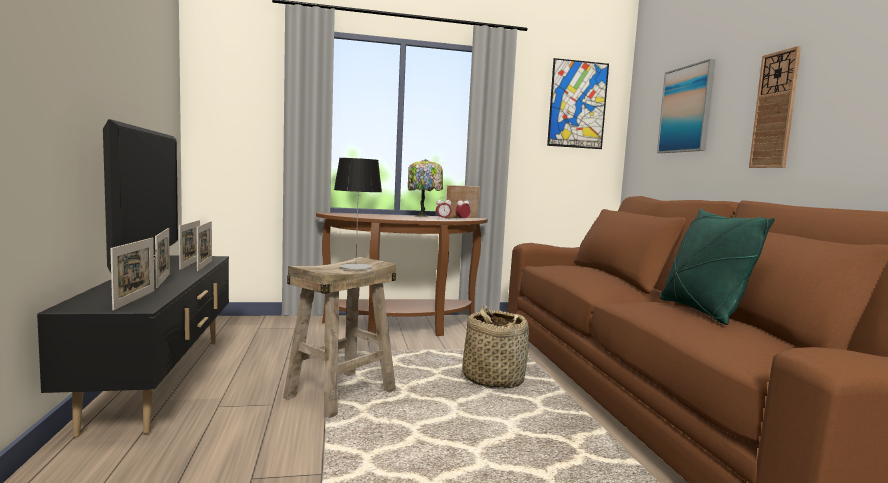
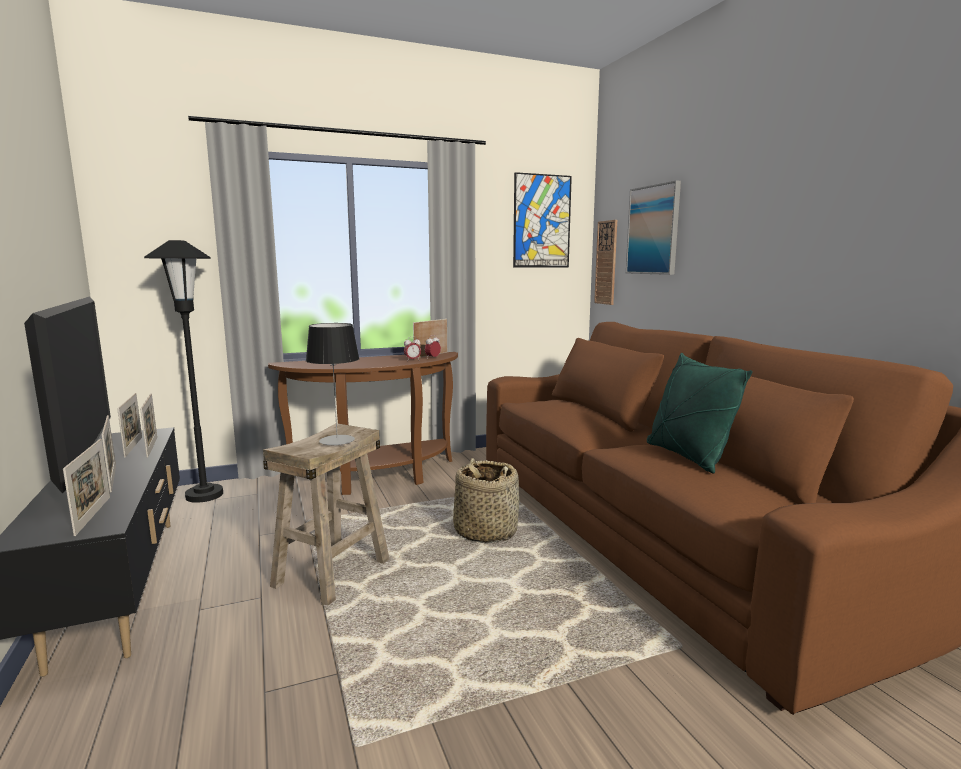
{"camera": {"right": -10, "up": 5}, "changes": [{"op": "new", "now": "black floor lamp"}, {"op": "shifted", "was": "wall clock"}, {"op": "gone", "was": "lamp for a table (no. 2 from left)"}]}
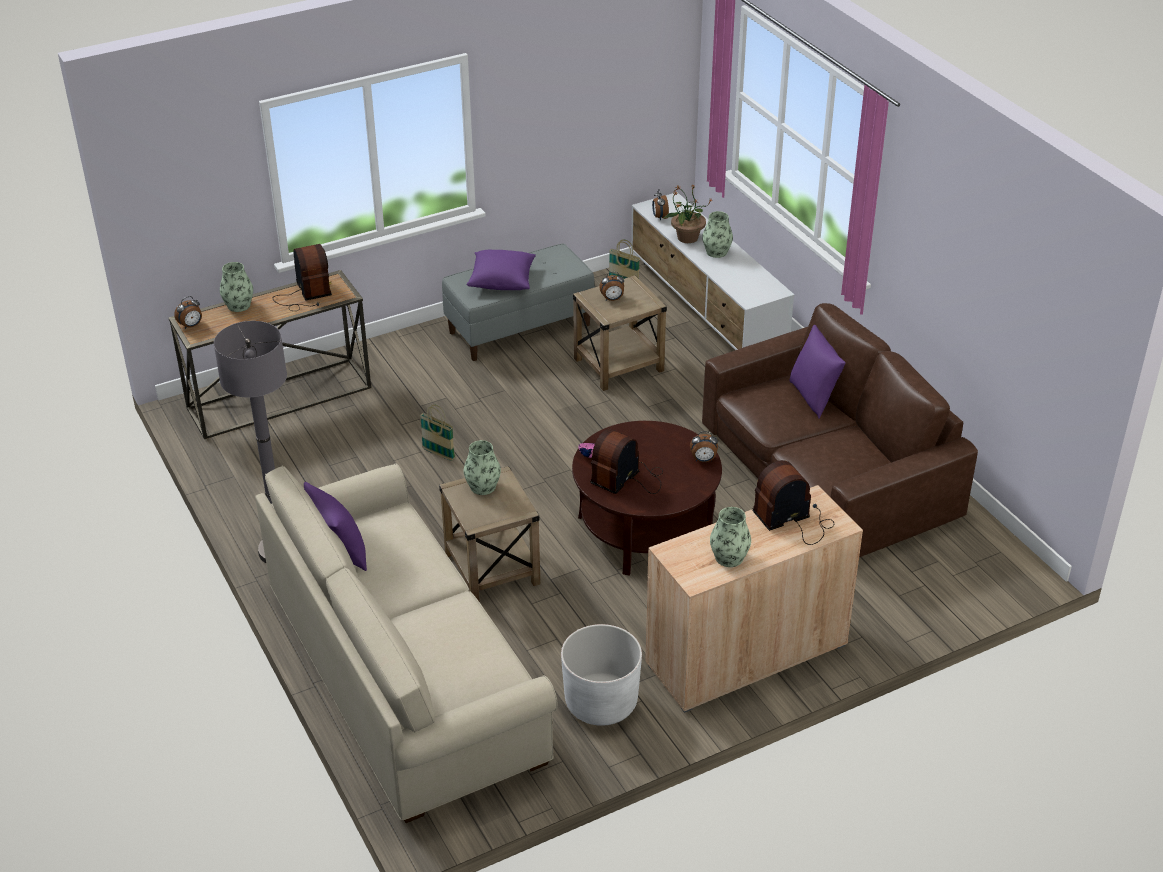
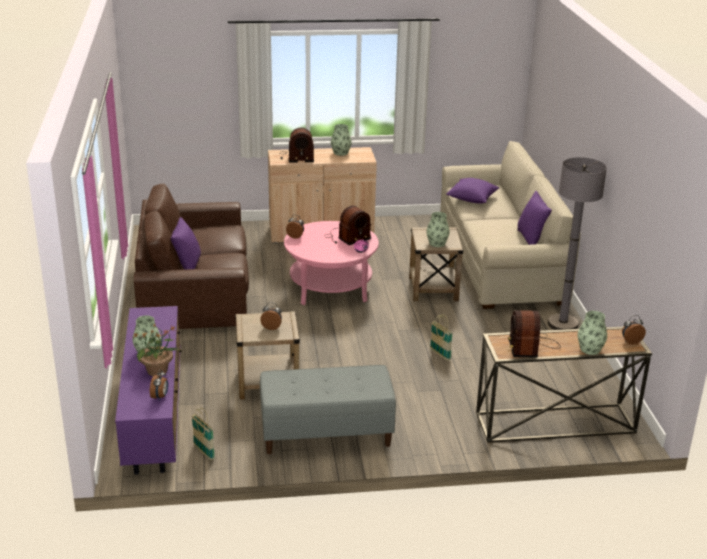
{"camera": {"right": -160, "up": -10}, "changes": [{"op": "repainted", "was": "whitish tv unit", "now": "purplish tv unit"}, {"op": "repainted", "was": "brown-coloured low table", "now": "pink-coloured low table"}, {"op": "shifted", "was": "purplish throw pillow (no. 2 from left)"}, {"op": "gone", "was": "whitish flower pot"}]}
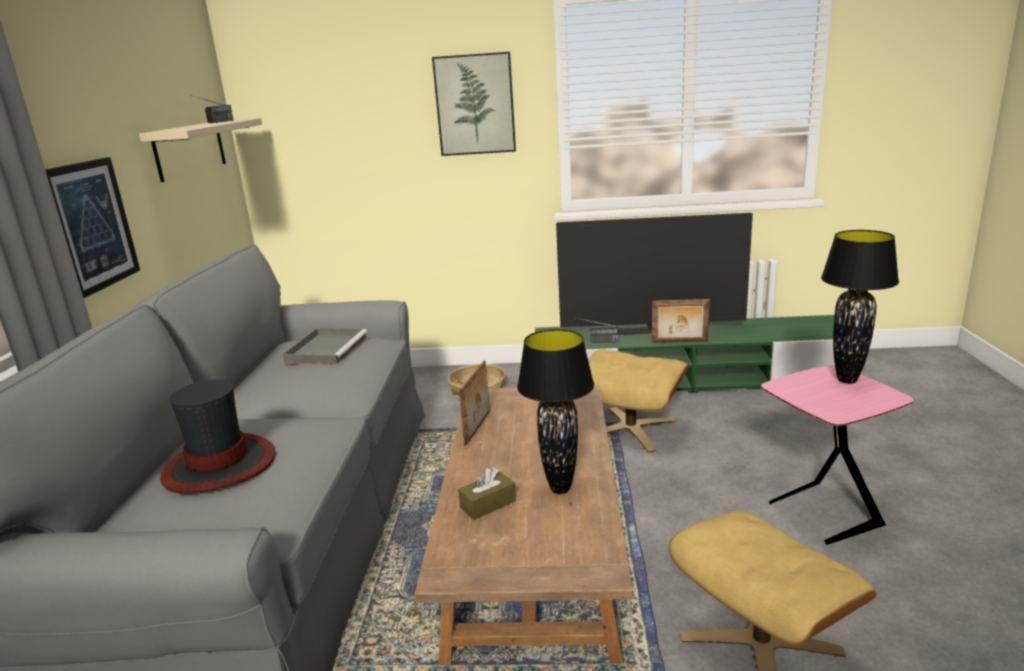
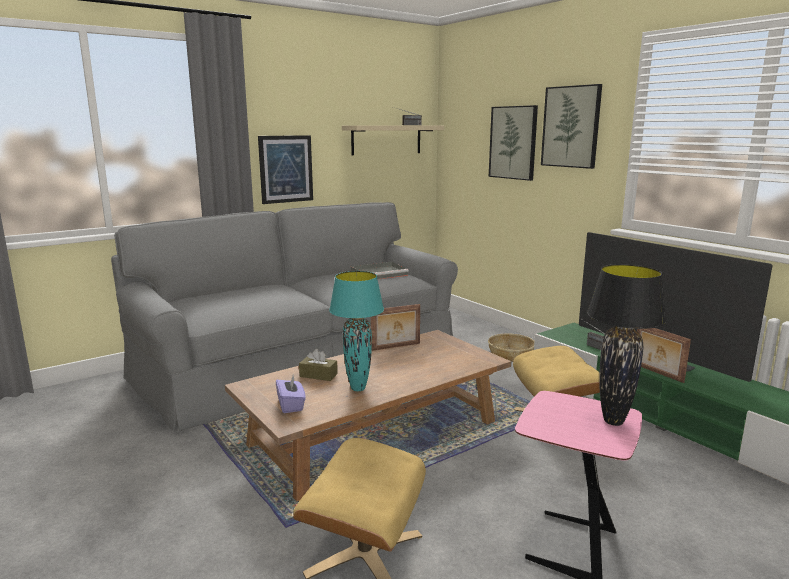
{"camera": {"right": 50, "up": -5}, "changes": [{"op": "new", "now": "purplish tissue box"}, {"op": "repainted", "was": "black lamp for a table (no. 1 from left)", "now": "blue-green lamp for a table"}, {"op": "new", "now": "wall art (no. 2 from left)"}, {"op": "gone", "was": "clothing hat"}]}
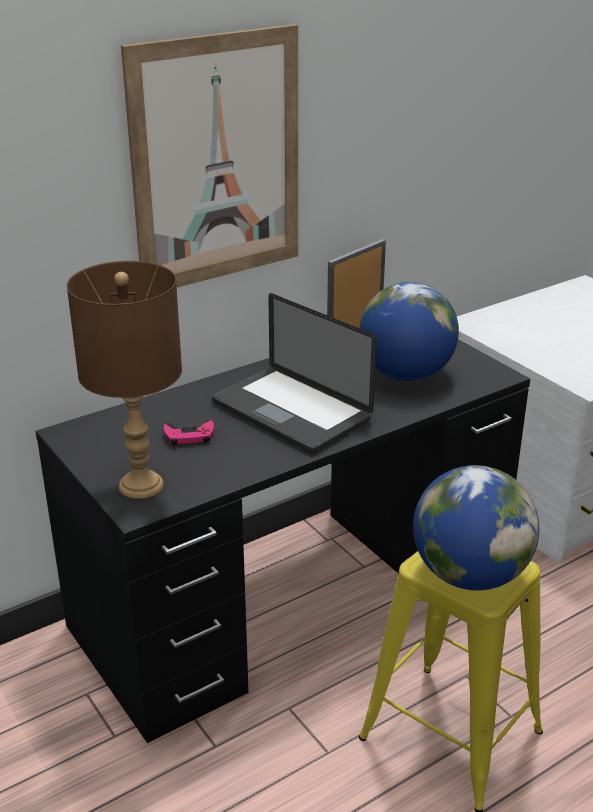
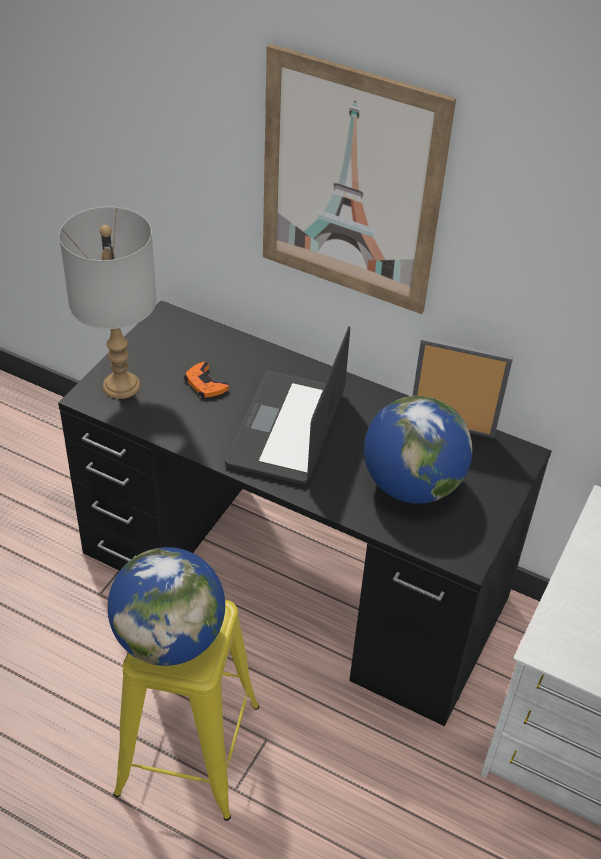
{"camera": {"right": 60, "up": 15}, "changes": [{"op": "repainted", "was": "brown-coloured lamp for a table", "now": "greyish lamp for a table"}, {"op": "repainted", "was": "pink-coloured gamepad", "now": "orange gamepad"}]}
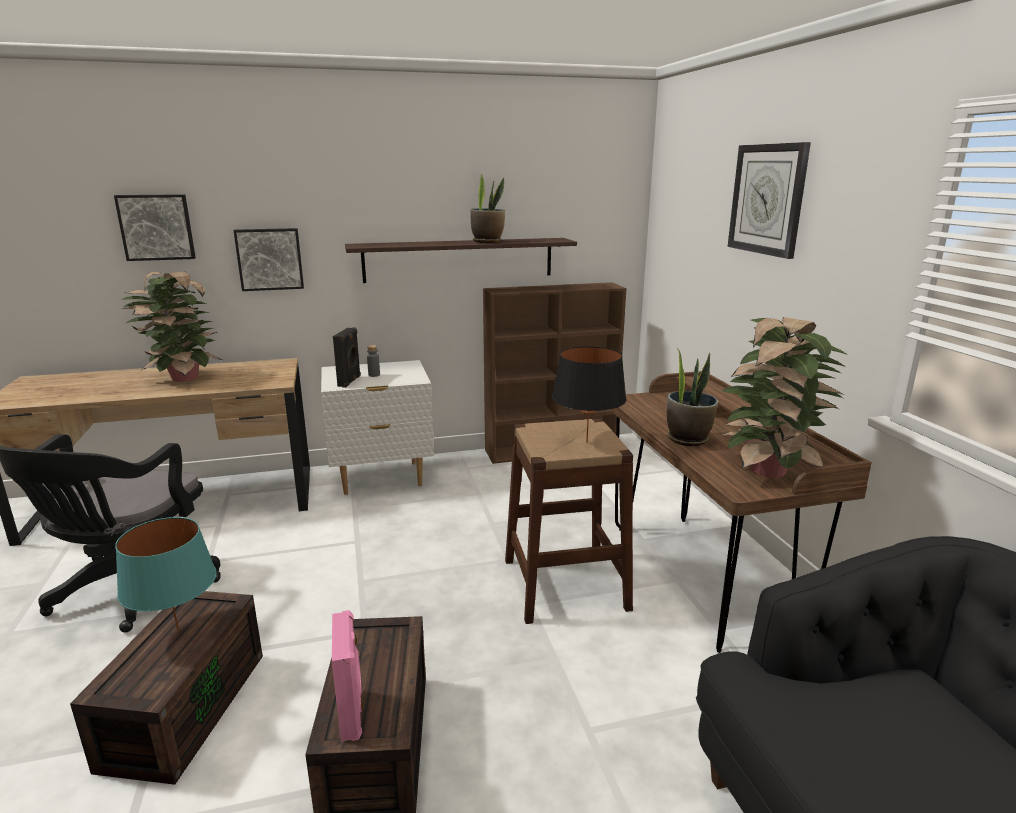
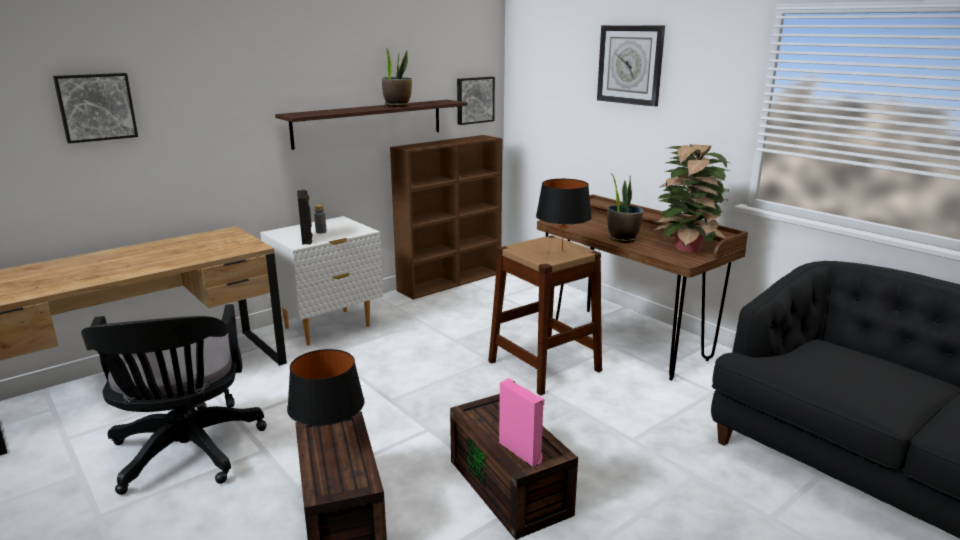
{"camera": {"right": -25, "up": 0}, "changes": [{"op": "repainted", "was": "blue-green lamp for a table", "now": "black lamp for a table (no. 1 from left)"}, {"op": "shifted", "was": "wall art (no. 2 from left)"}, {"op": "gone", "was": "plant in a pot (no. 1 from left)"}]}
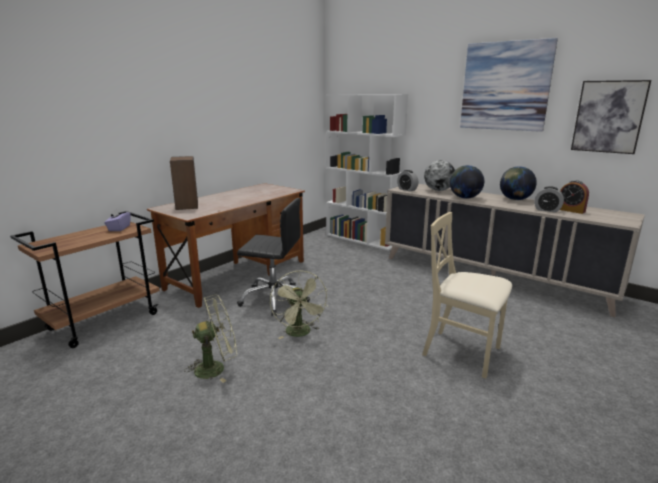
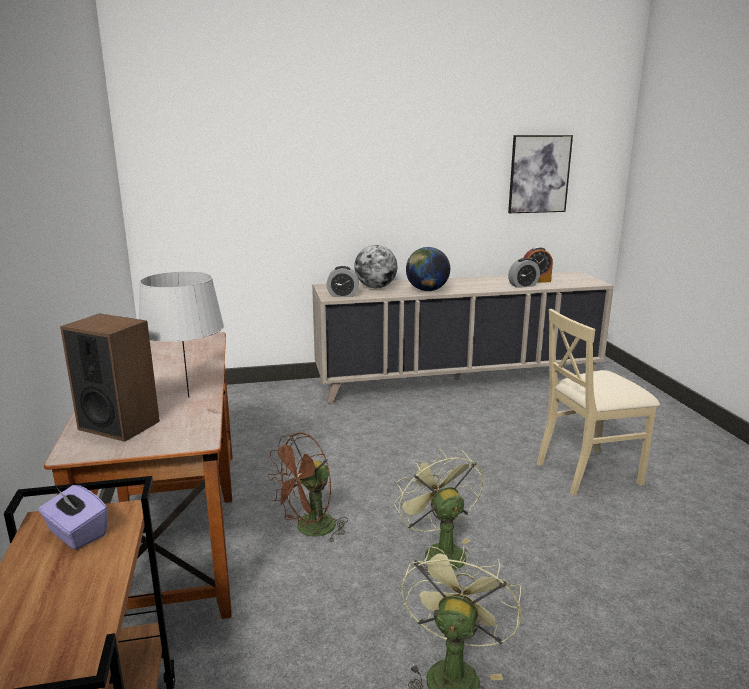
{"camera": {"right": -50, "up": 0}, "changes": [{"op": "new", "now": "greyish lamp for a table"}, {"op": "swapped", "was": "black computer chair", "now": "brown-coloured electric fan"}, {"op": "rotated", "was": "green electric fan (no. 2 from left in the first image)", "clockwise": -135}, {"op": "gone", "was": "whitish bookshelf"}, {"op": "gone", "was": "wall art (no. 1 from left)"}, {"op": "gone", "was": "globe (no. 3 from left)"}]}
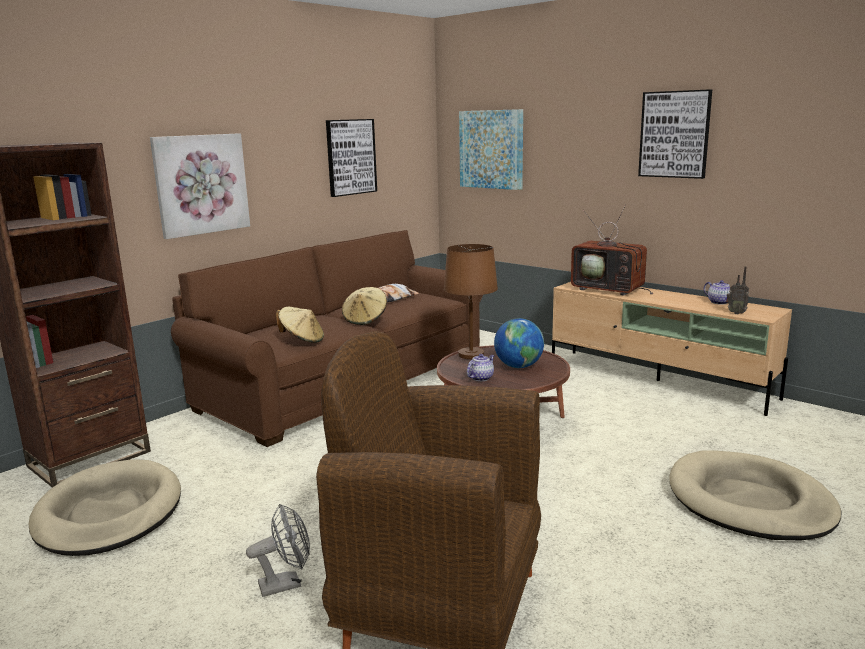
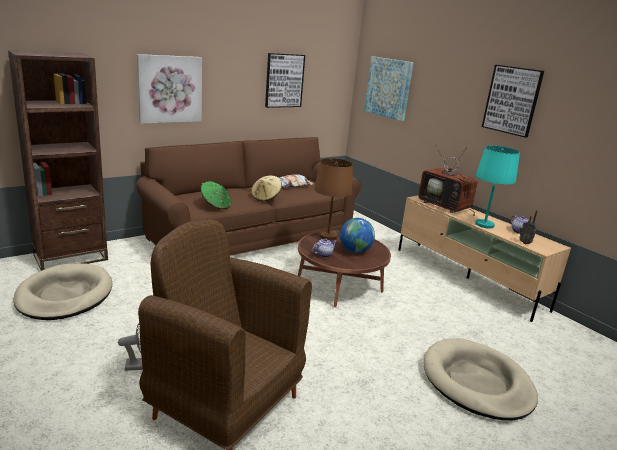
{"camera": {"right": 10, "up": 5}, "changes": [{"op": "repainted", "was": "sand-coloured clothing hat (no. 1 from left)", "now": "green clothing hat"}, {"op": "new", "now": "blue-green lamp for a table"}]}
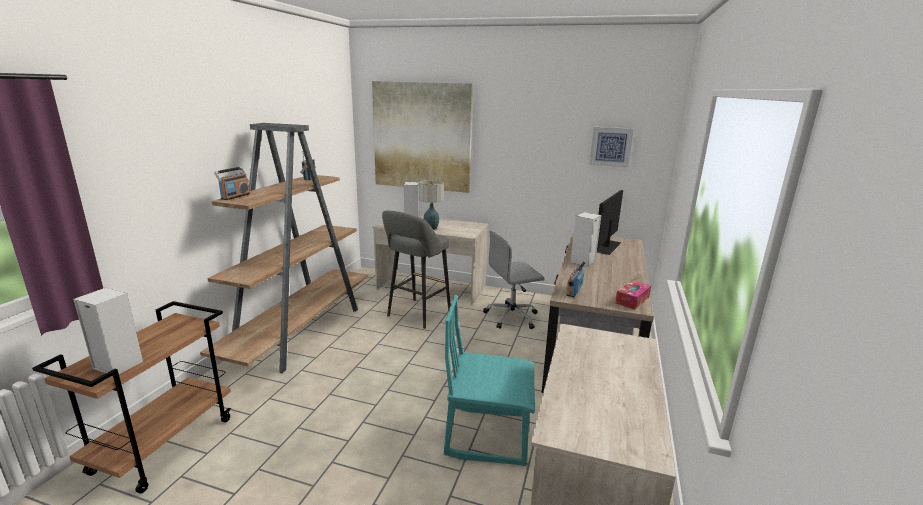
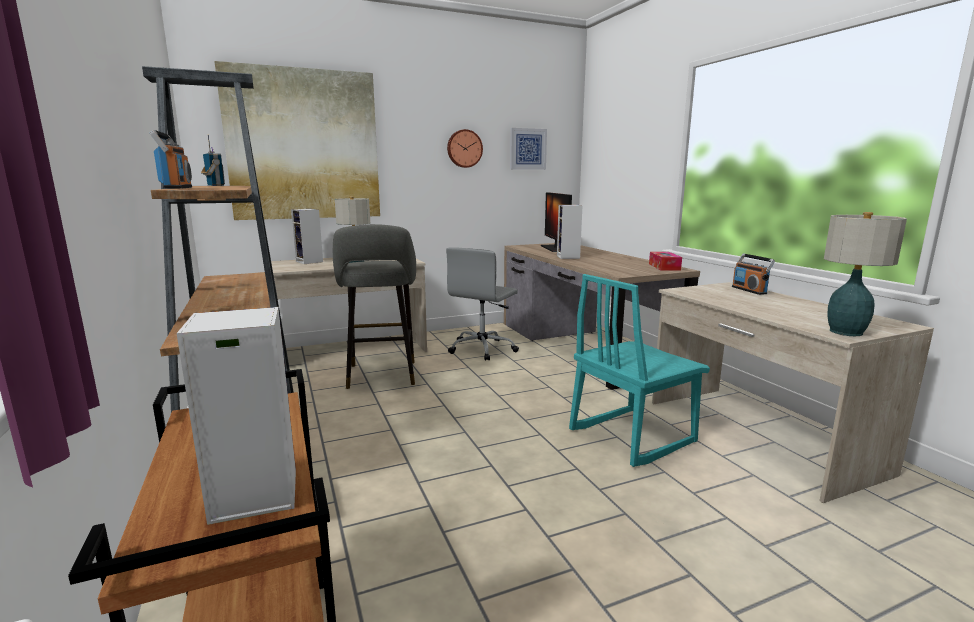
{"camera": {"right": -40, "up": -5}, "changes": [{"op": "new", "now": "wall clock"}, {"op": "shifted", "was": "radio (no. 3 from left)"}, {"op": "new", "now": "lamp for a table (no. 2 from left)"}]}
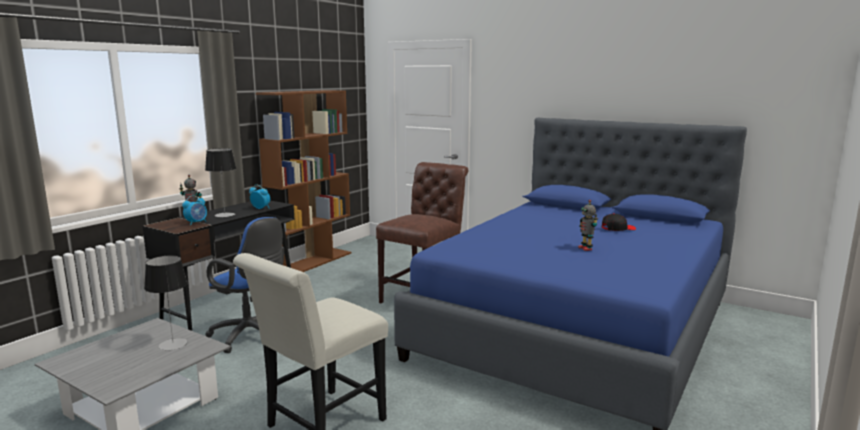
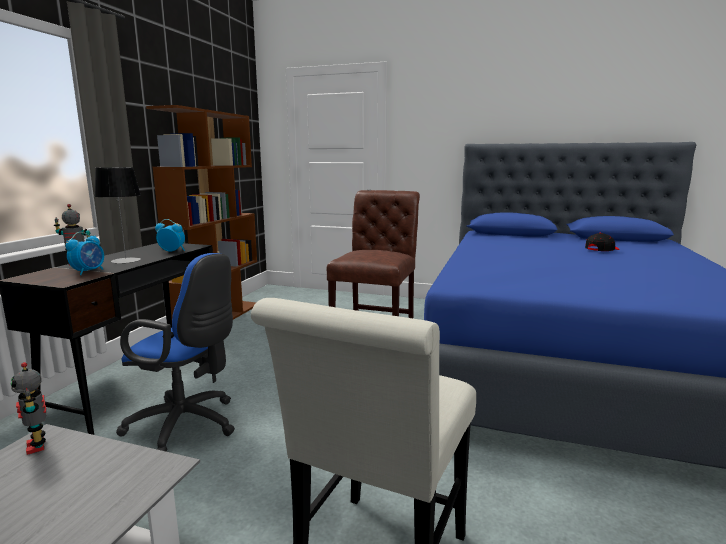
{"camera": {"right": -15, "up": 0}, "changes": [{"op": "shifted", "was": "toy robot (no. 2 from left in the first image)", "now": "toy robot (no. 1 from left)"}, {"op": "gone", "was": "lamp for a table (no. 1 from left)"}]}
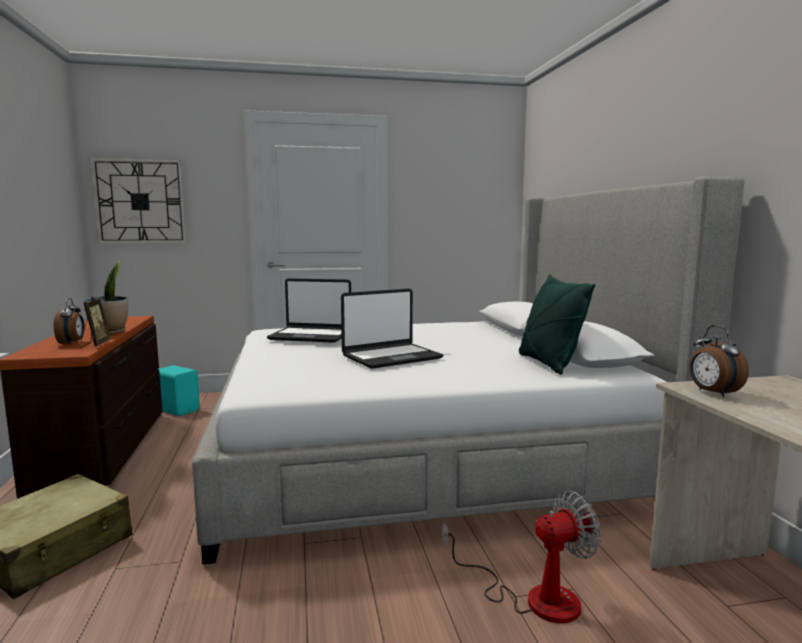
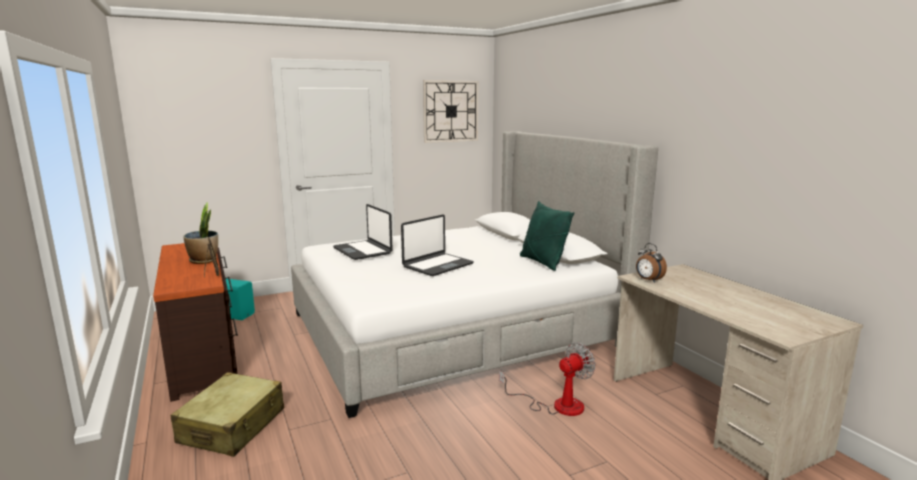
{"camera": {"right": -15, "up": 5}, "changes": [{"op": "rotated", "was": "portable computer (no. 1 from left)", "clockwise": 60}, {"op": "shifted", "was": "wall clock"}, {"op": "gone", "was": "alarm clock (no. 1 from left)"}]}
